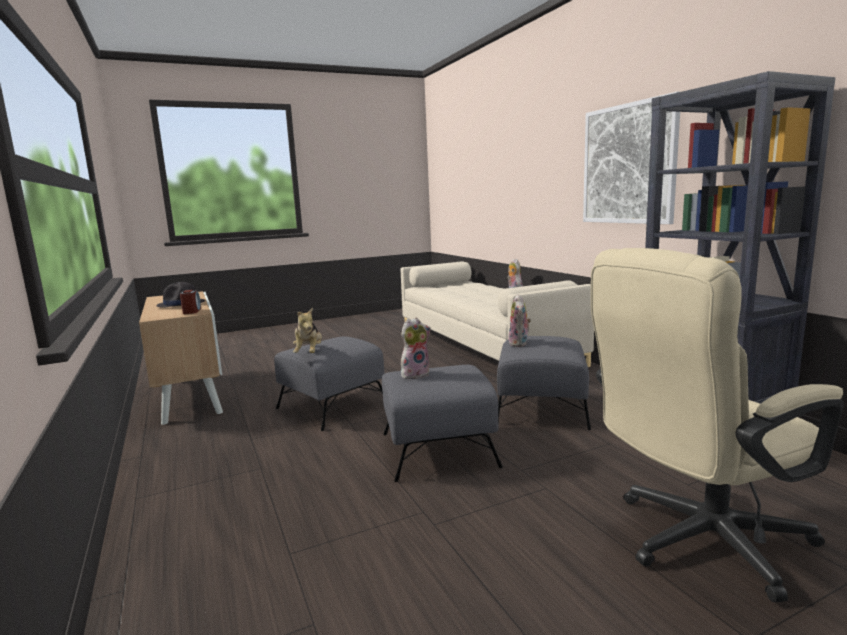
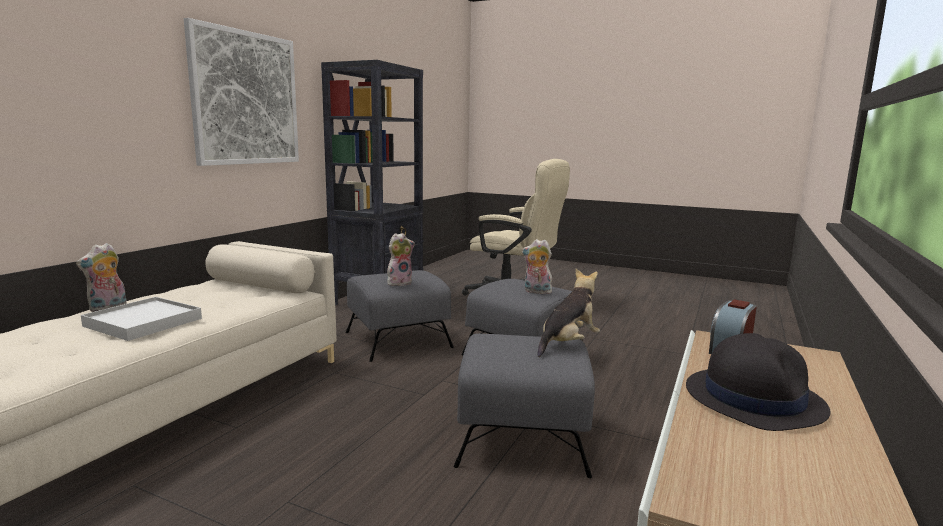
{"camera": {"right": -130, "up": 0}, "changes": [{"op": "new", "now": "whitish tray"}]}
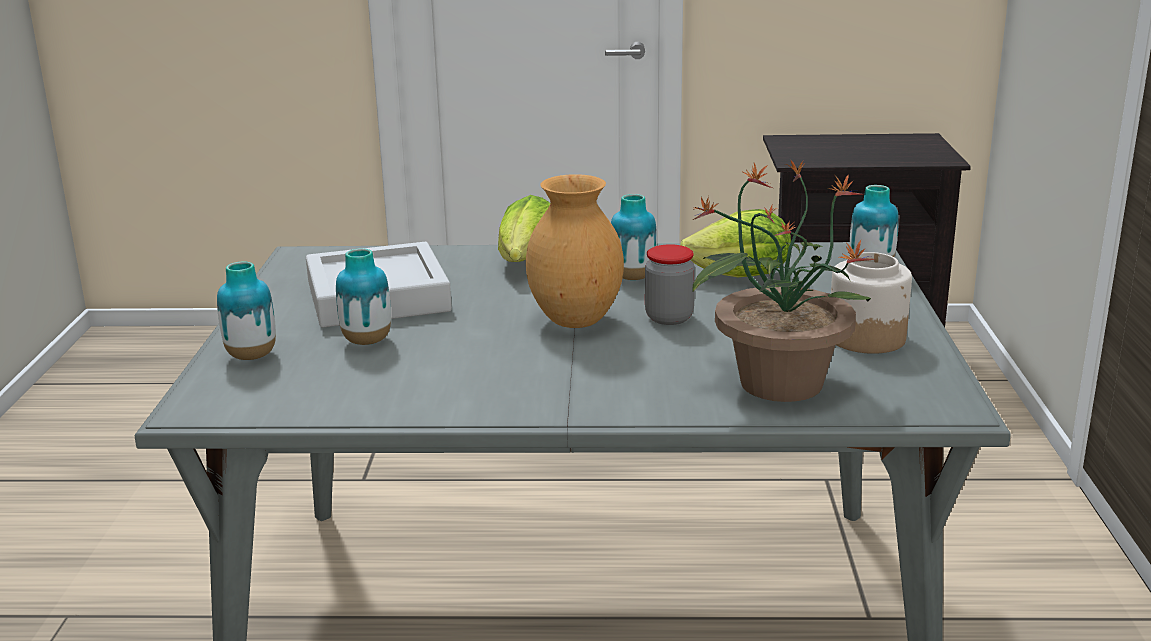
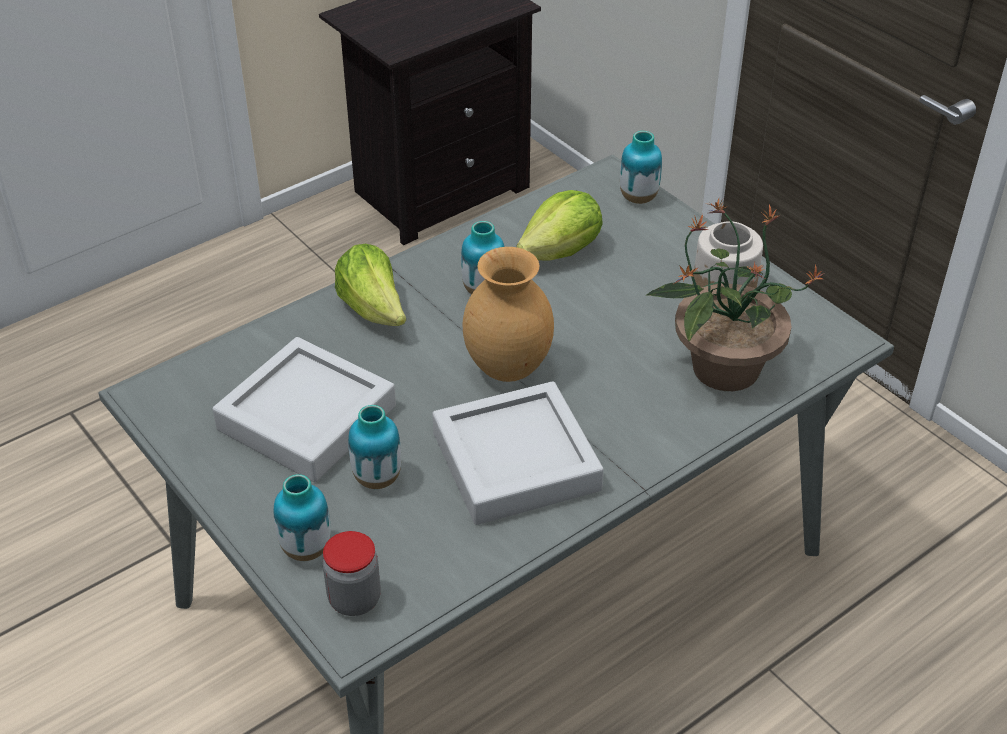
{"camera": {"right": -40, "up": 20}, "changes": [{"op": "shifted", "was": "preserve jar (no. 1 from left)"}, {"op": "new", "now": "greyish tray (no. 2 from left)"}]}
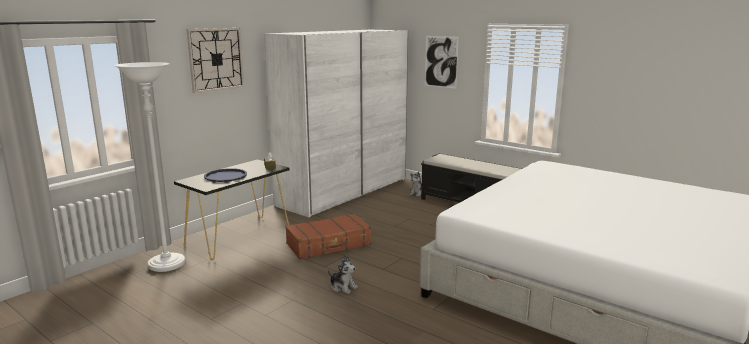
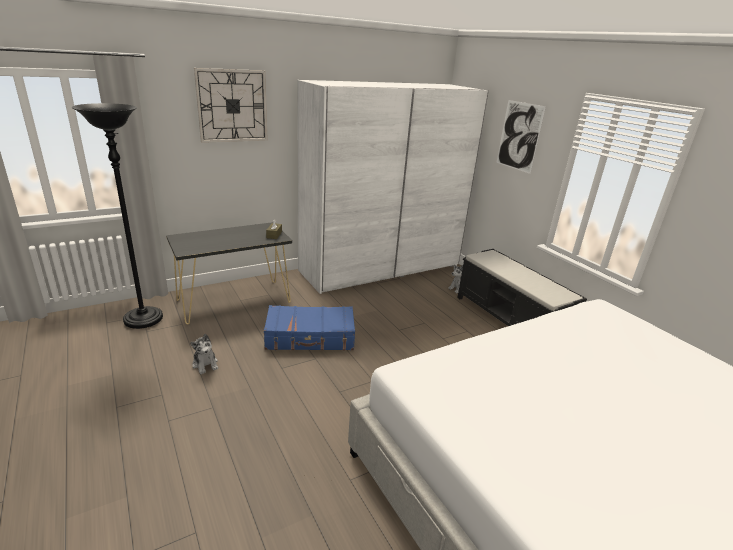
{"camera": {"right": 20, "up": 10}, "changes": [{"op": "repainted", "was": "whitish floor lamp", "now": "black floor lamp"}, {"op": "shifted", "was": "cuddly toy (no. 1 from left)"}, {"op": "repainted", "was": "brown-coloured suitcase", "now": "blue suitcase"}, {"op": "gone", "was": "blue tray"}]}
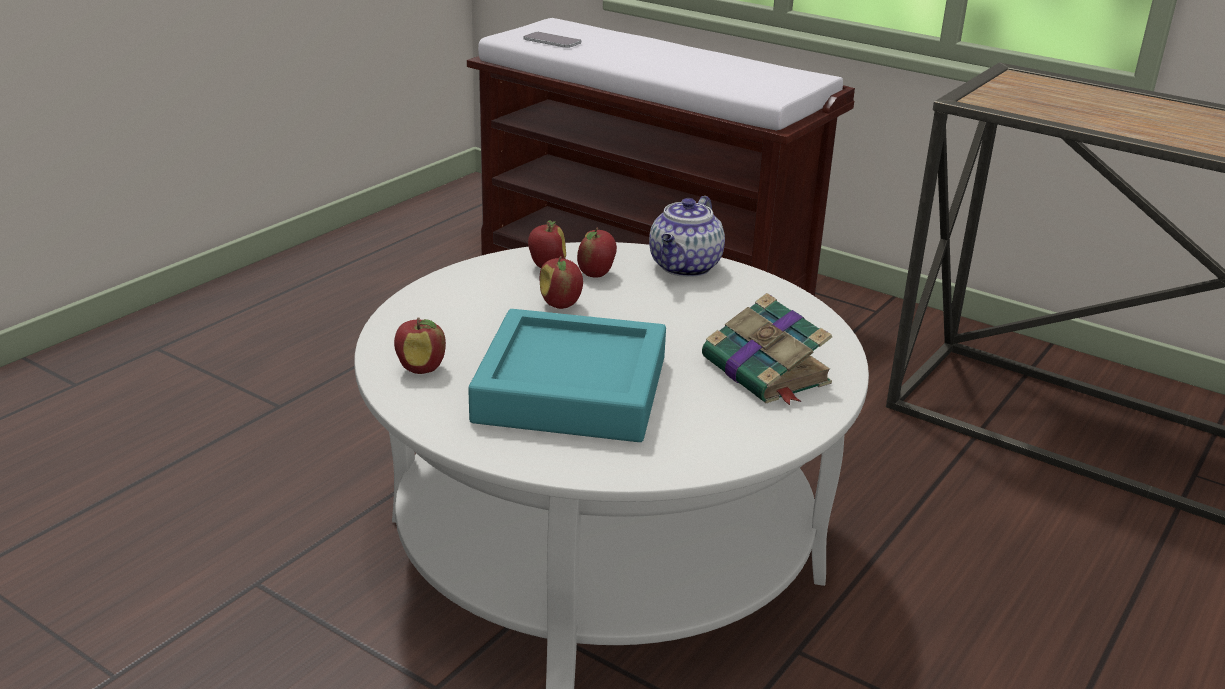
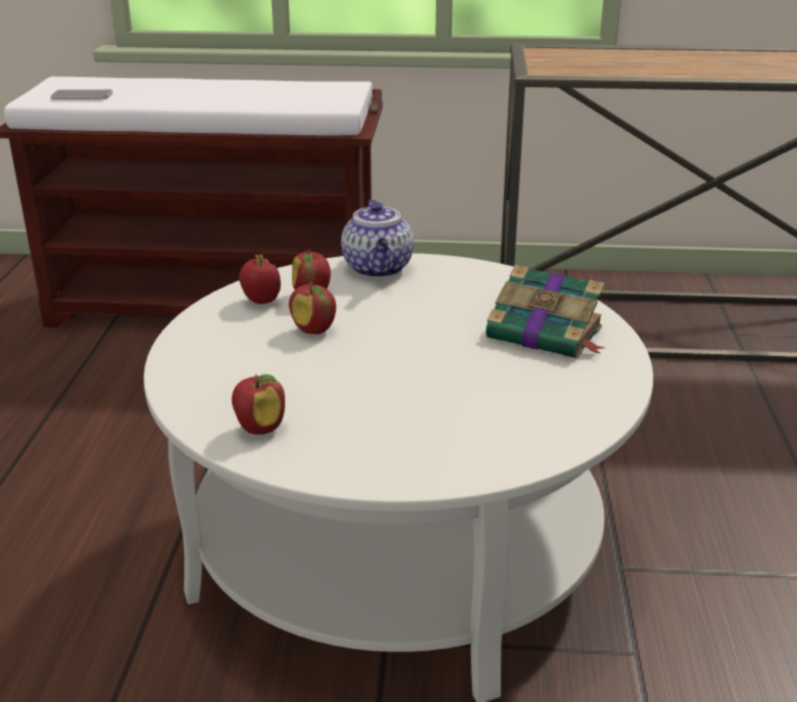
{"camera": {"right": -30, "up": 0}, "changes": [{"op": "gone", "was": "blue-green tray"}]}
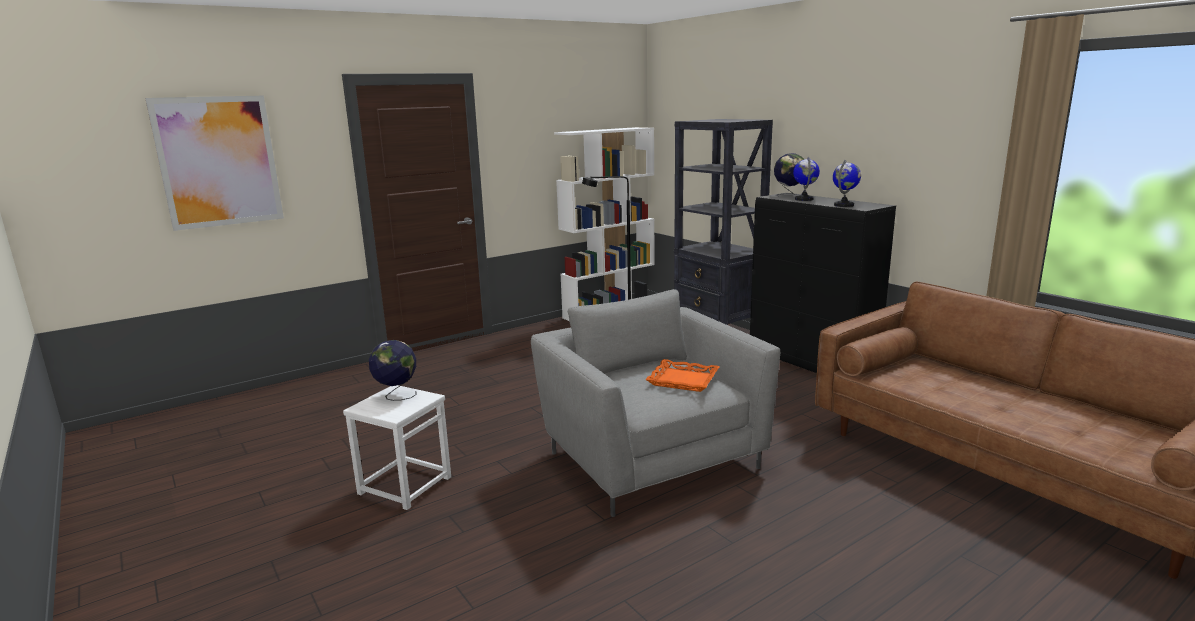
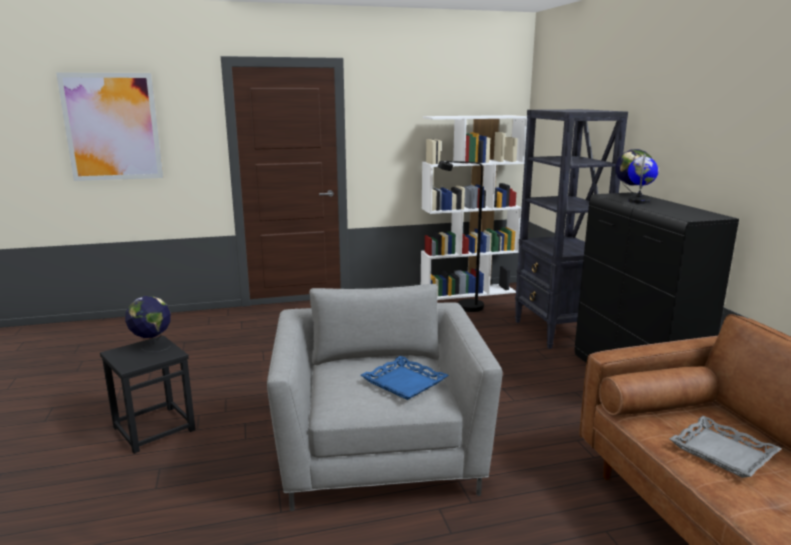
{"camera": {"right": 20, "up": 0}, "changes": [{"op": "repainted", "was": "whitish sitting stool", "now": "black sitting stool"}, {"op": "repainted", "was": "orange tray", "now": "blue tray"}, {"op": "new", "now": "greyish tray"}, {"op": "gone", "was": "globe (no. 4 from left)"}]}
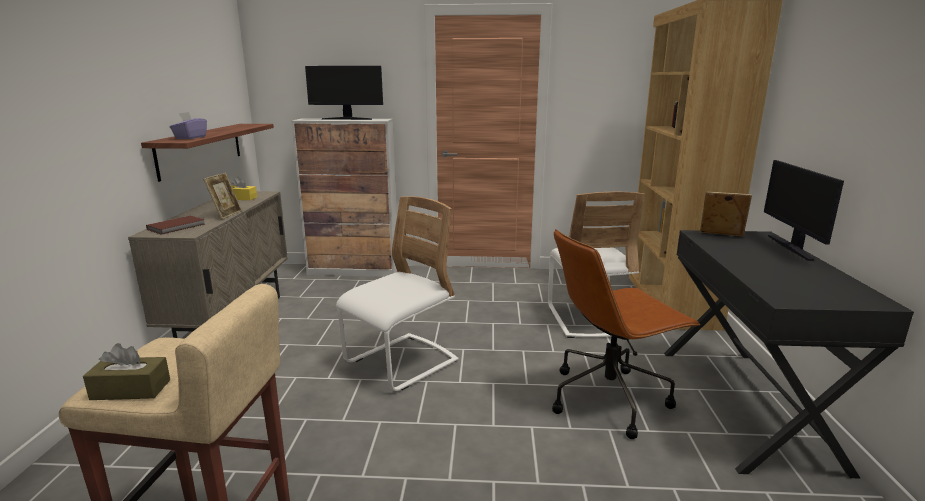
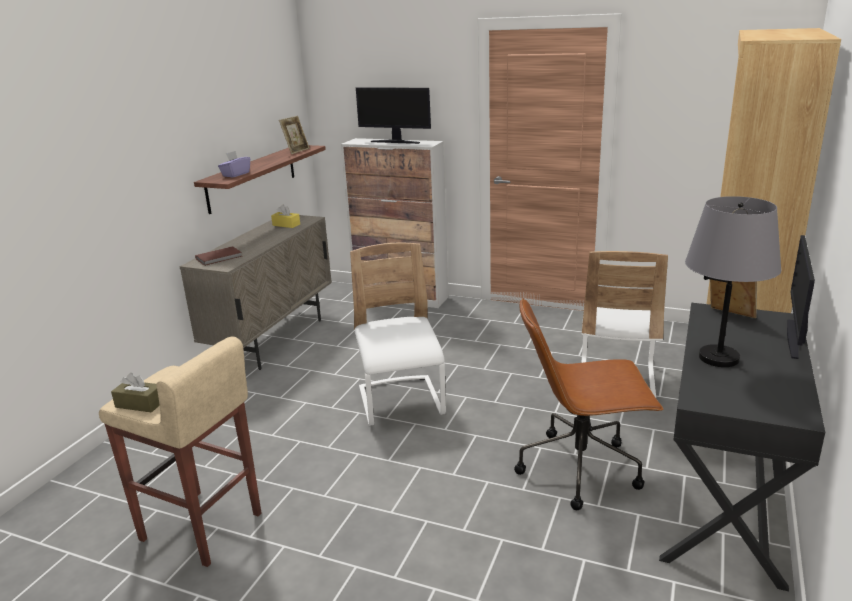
{"camera": {"right": 20, "up": 5}, "changes": [{"op": "shifted", "was": "picture frame (no. 1 from left)"}, {"op": "rotated", "was": "whitish plain chair (no. 1 from left)", "clockwise": -75}, {"op": "new", "now": "greyish lamp for a table"}]}
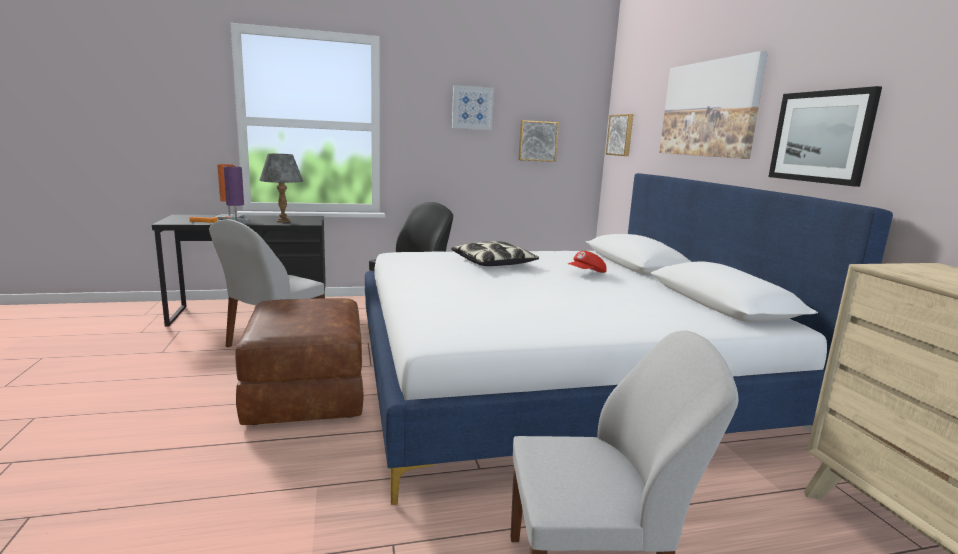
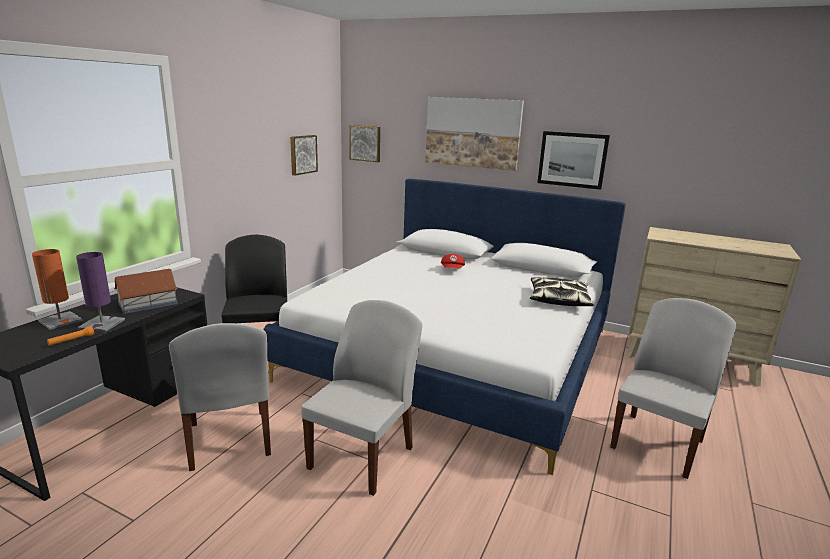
{"camera": {"right": -50, "up": 5}, "changes": [{"op": "swapped", "was": "greyish lamp for a table", "now": "toy house"}, {"op": "swapped", "was": "brown-coloured pouffe", "now": "whitish plain chair (no. 2 from left)"}, {"op": "shifted", "was": "throw pillow"}, {"op": "gone", "was": "wall art (no. 1 from left)"}]}
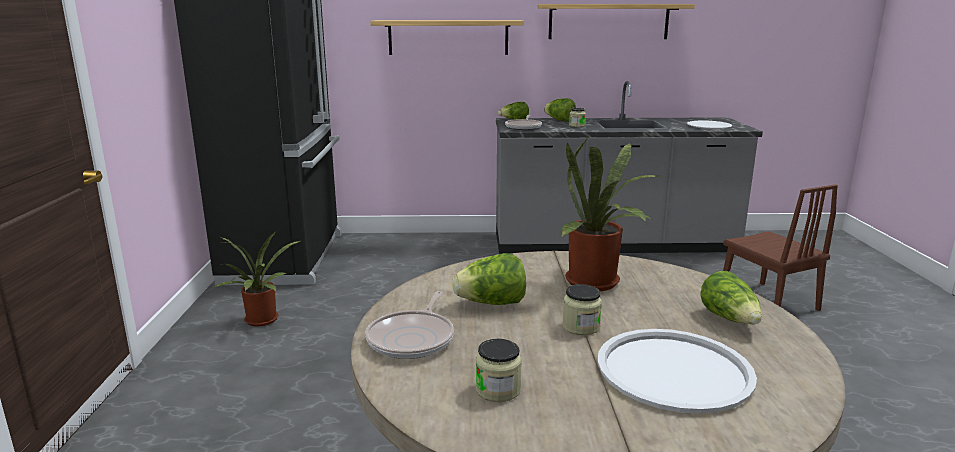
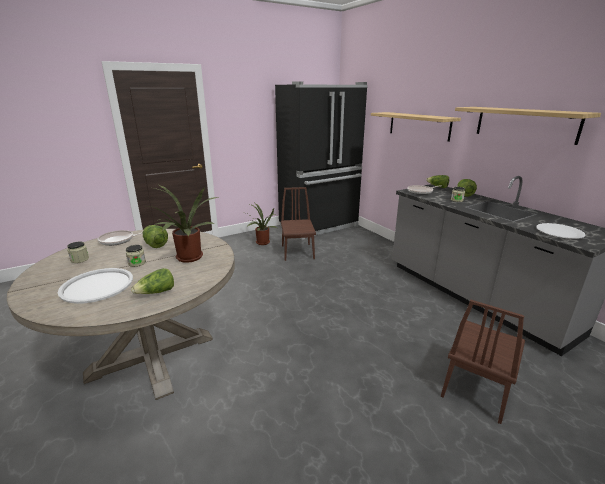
{"camera": {"right": 60, "up": 5}, "changes": [{"op": "new", "now": "brown-coloured plain chair (no. 1 from left)"}]}
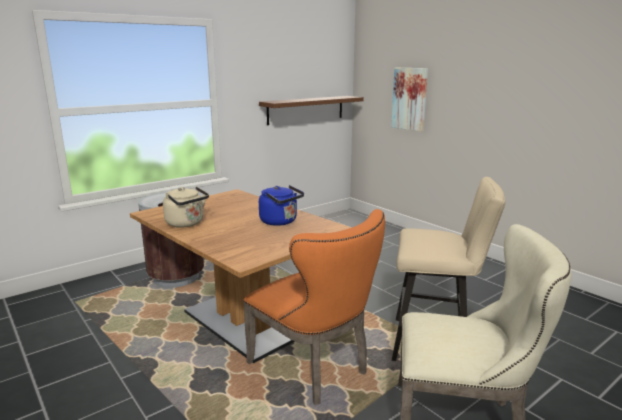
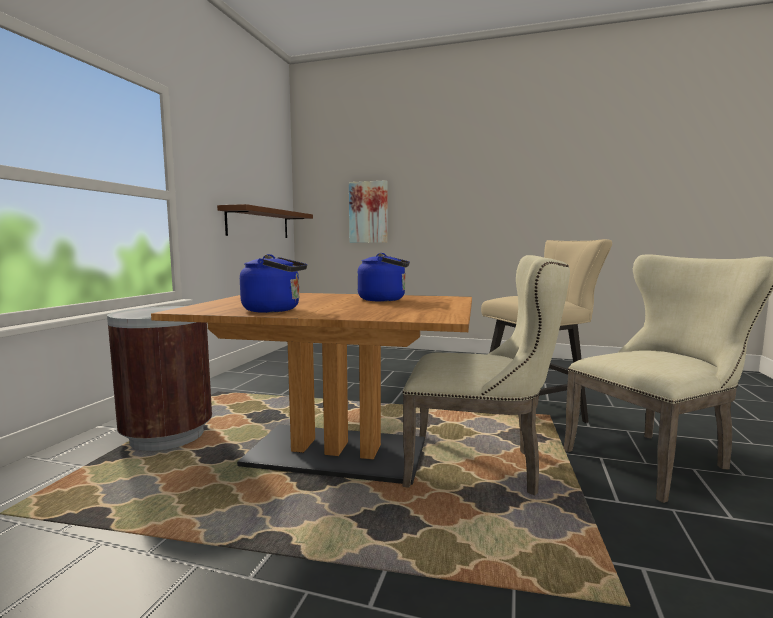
{"camera": {"right": -35, "up": -10}, "changes": [{"op": "repainted", "was": "sand-coloured water kettle", "now": "blue water kettle (no. 1 from left)"}, {"op": "repainted", "was": "orange plain chair", "now": "sand-coloured plain chair (no. 1 from left)"}]}
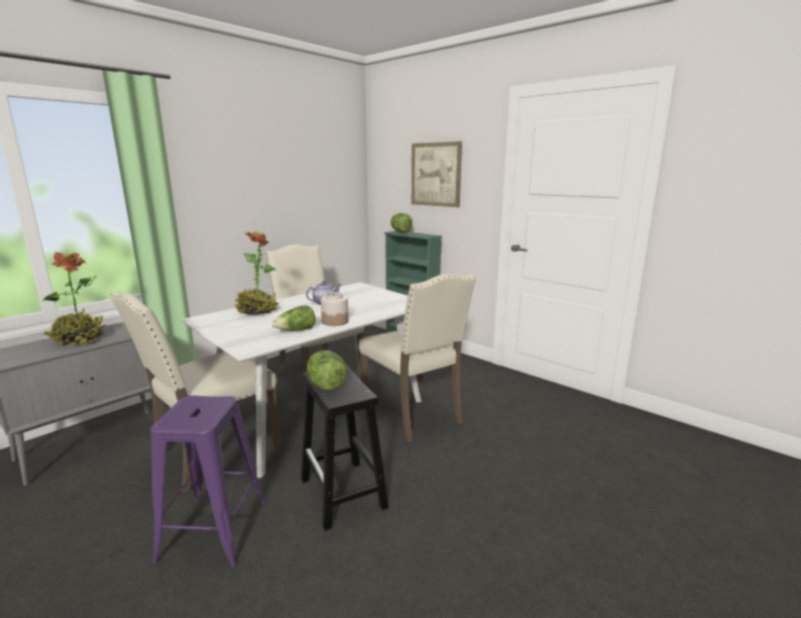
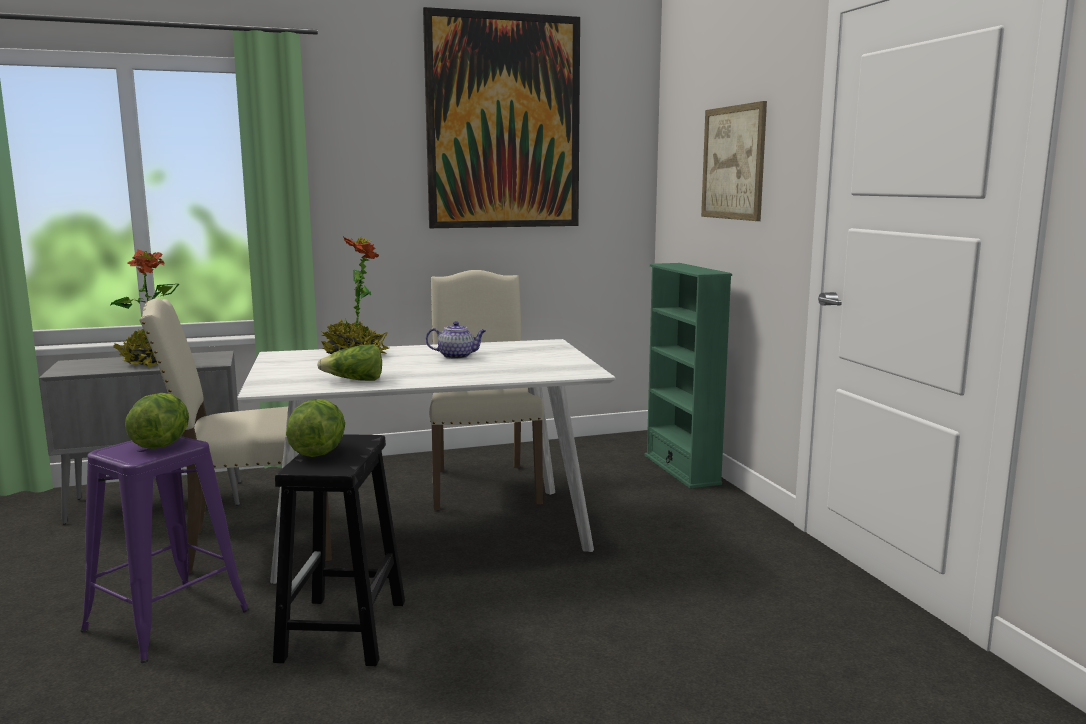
{"camera": {"right": 30, "up": -5}, "changes": [{"op": "shifted", "was": "head of lettuce (no. 3 from left in the first image)", "now": "head of lettuce (no. 1 from left)"}, {"op": "new", "now": "wall art (no. 1 from left)"}, {"op": "gone", "was": "preserve jar"}, {"op": "gone", "was": "sand-coloured plain chair (no. 3 from left)"}]}
